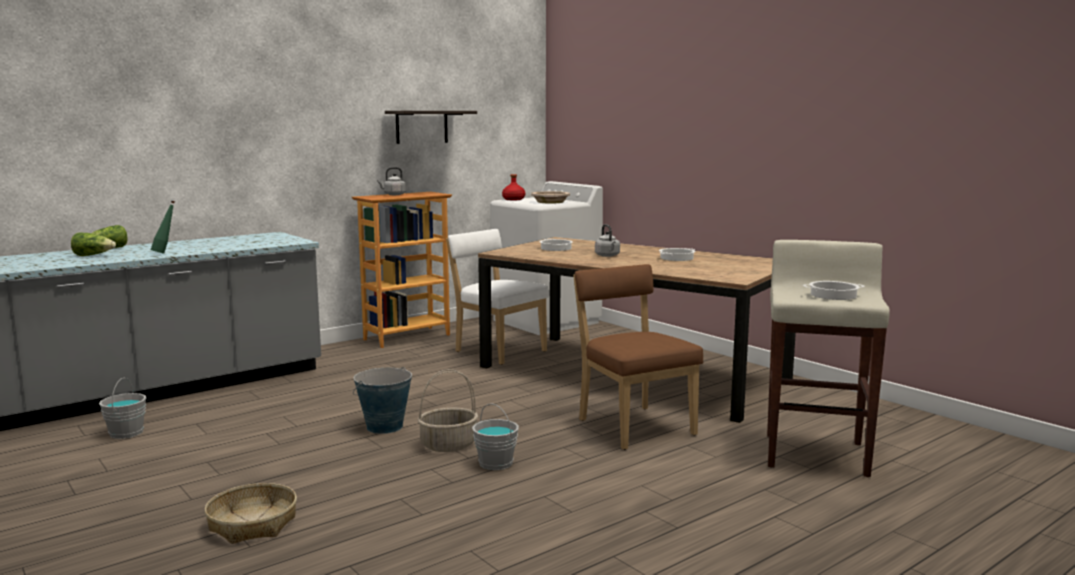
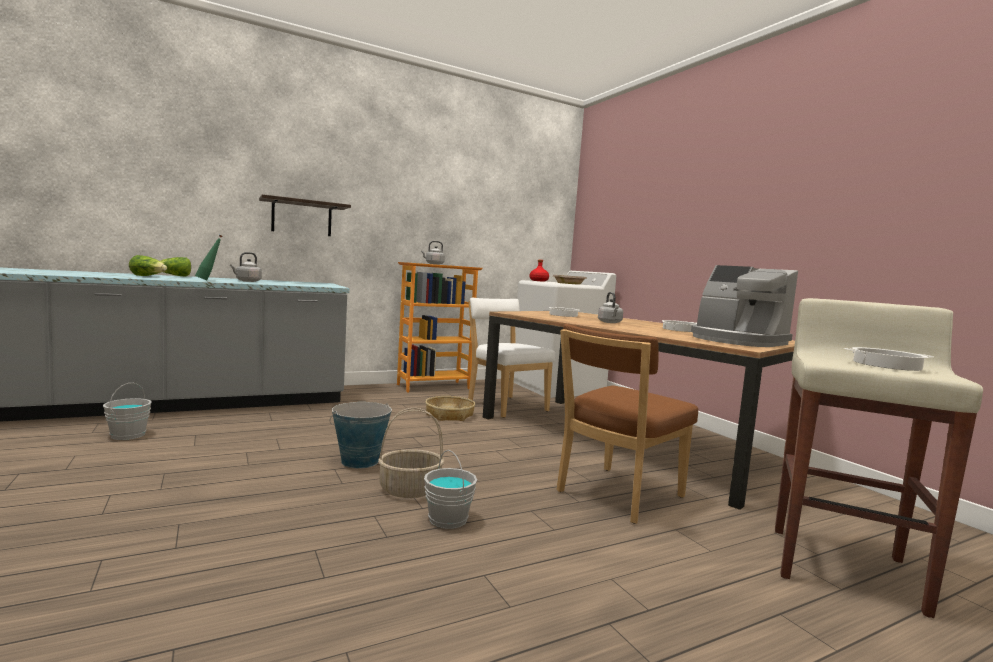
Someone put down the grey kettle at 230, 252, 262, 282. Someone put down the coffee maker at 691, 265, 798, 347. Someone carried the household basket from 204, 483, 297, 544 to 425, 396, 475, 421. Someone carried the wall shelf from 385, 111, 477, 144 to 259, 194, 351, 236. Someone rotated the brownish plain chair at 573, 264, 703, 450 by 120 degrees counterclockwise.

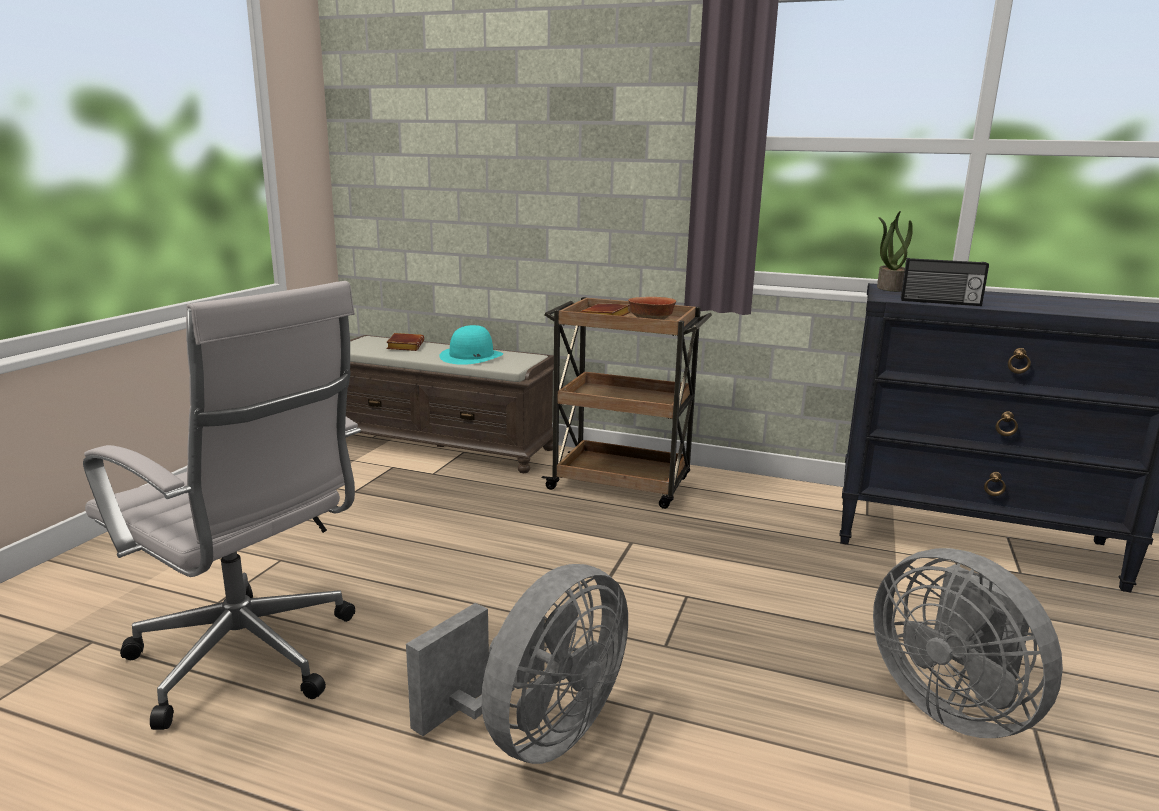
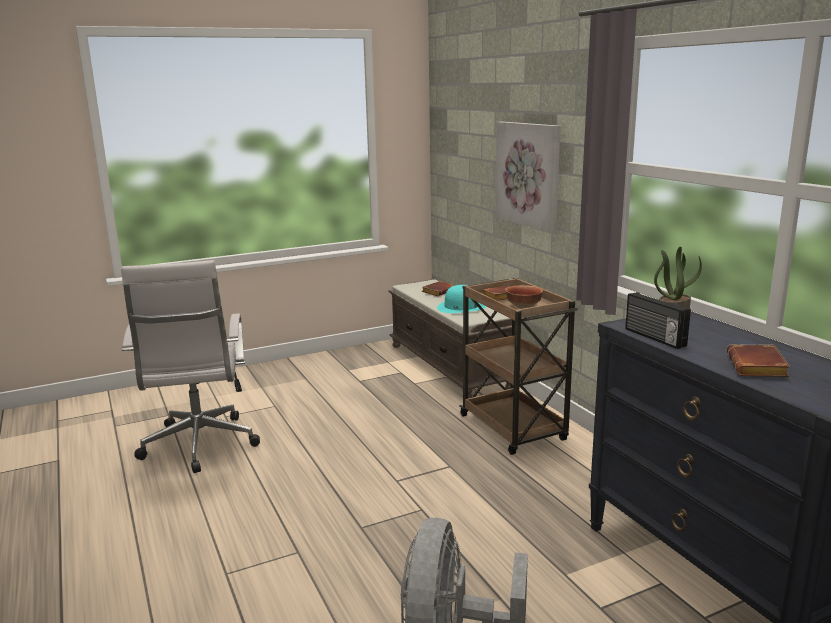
Someone took away the grey cooling fan at 406, 564, 628, 764. Someone put up the wall art at 495, 122, 561, 234. Someone put down the brownish bound book at 727, 345, 790, 377.

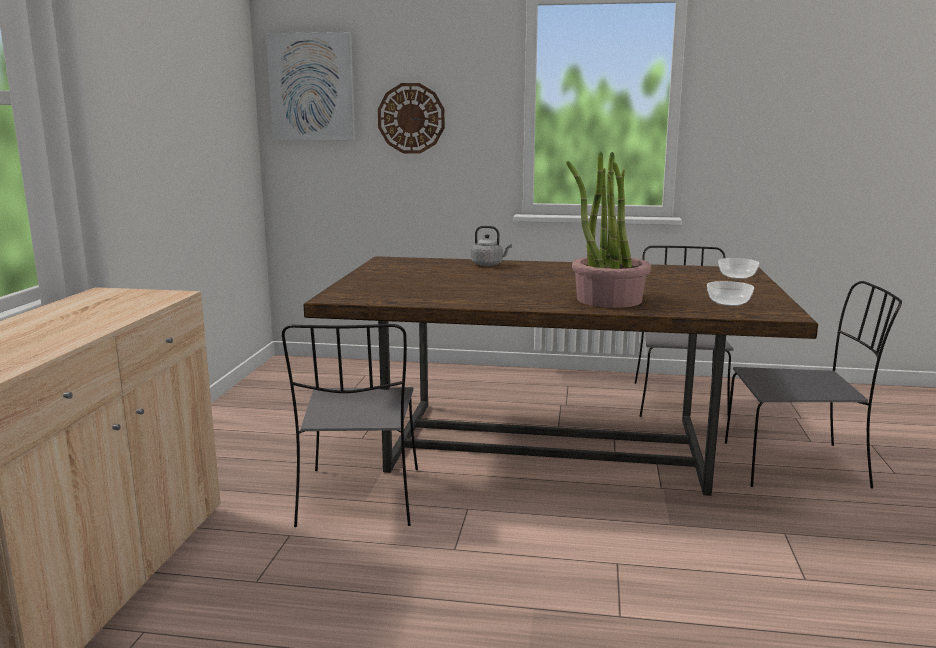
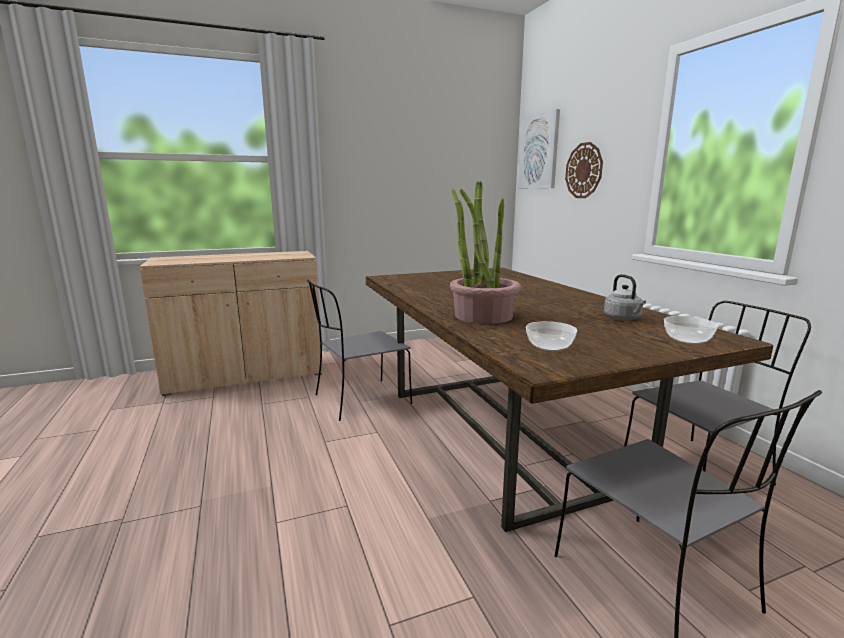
Someone carried the grey kettle from 471, 226, 512, 266 to 604, 274, 646, 321.

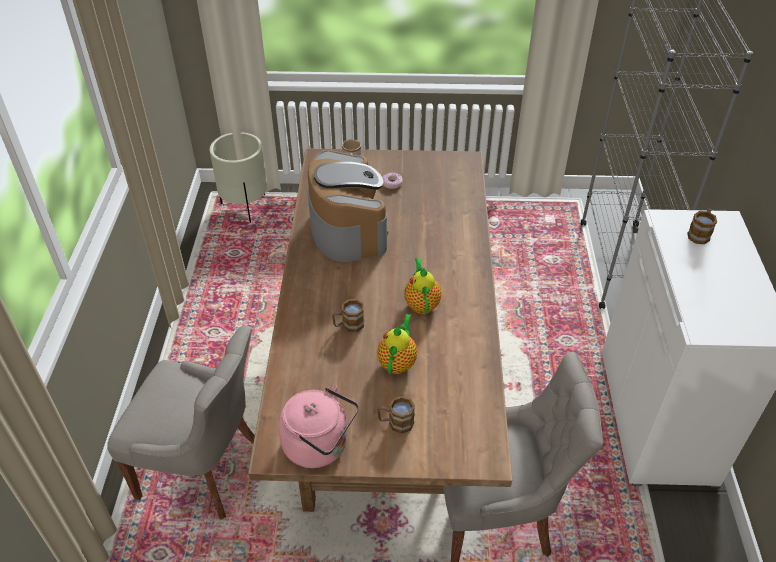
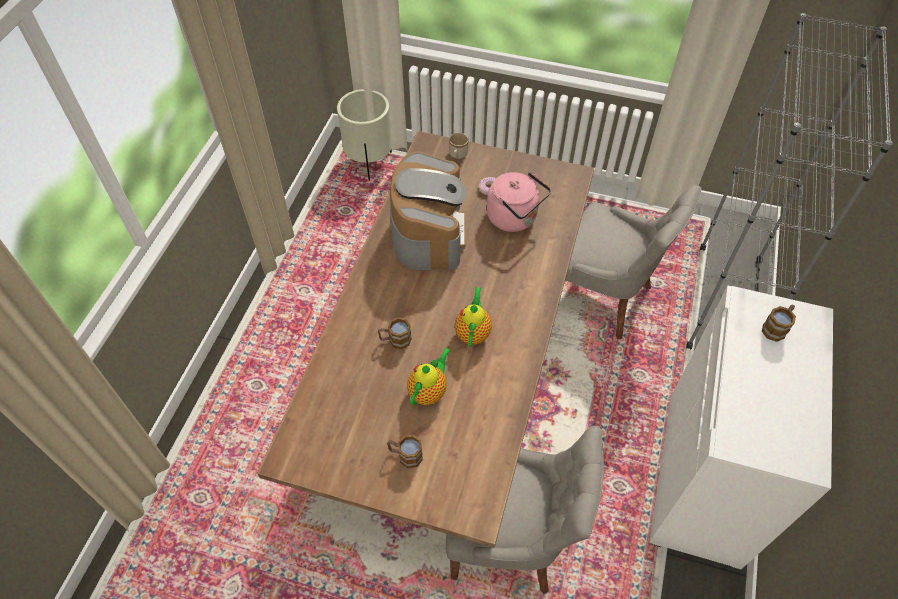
Someone carried the grey plain chair from 107, 325, 255, 520 to 565, 185, 702, 339. Someone carried the pinkish kettle from 278, 385, 359, 468 to 487, 172, 551, 232.

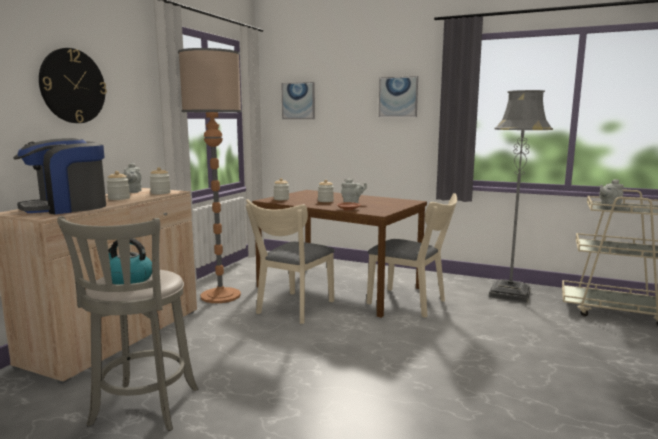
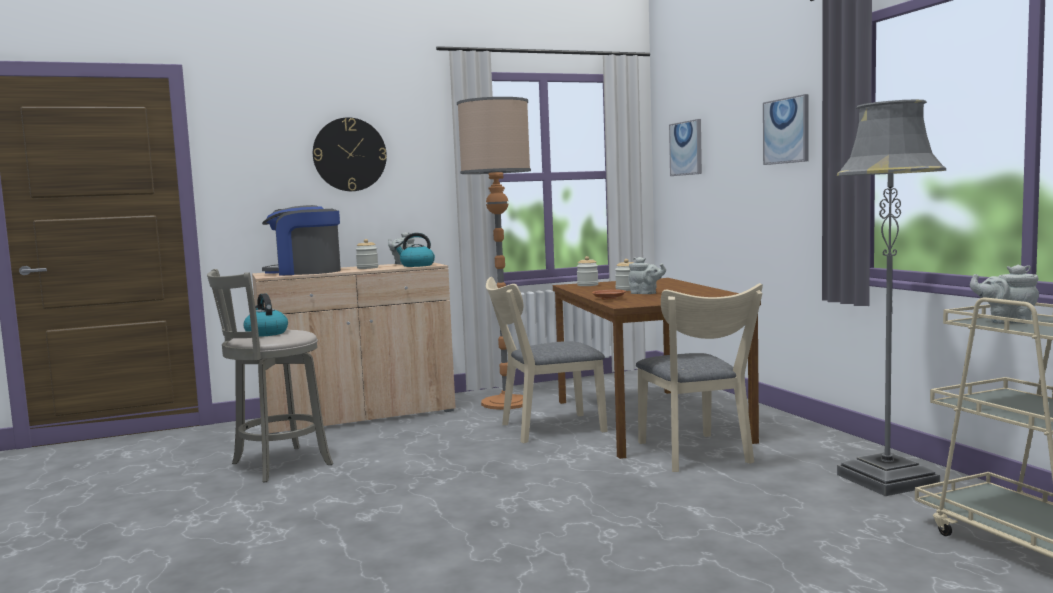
Someone swapped the jar at 149, 167, 171, 194 for the kettle at 394, 233, 435, 267.

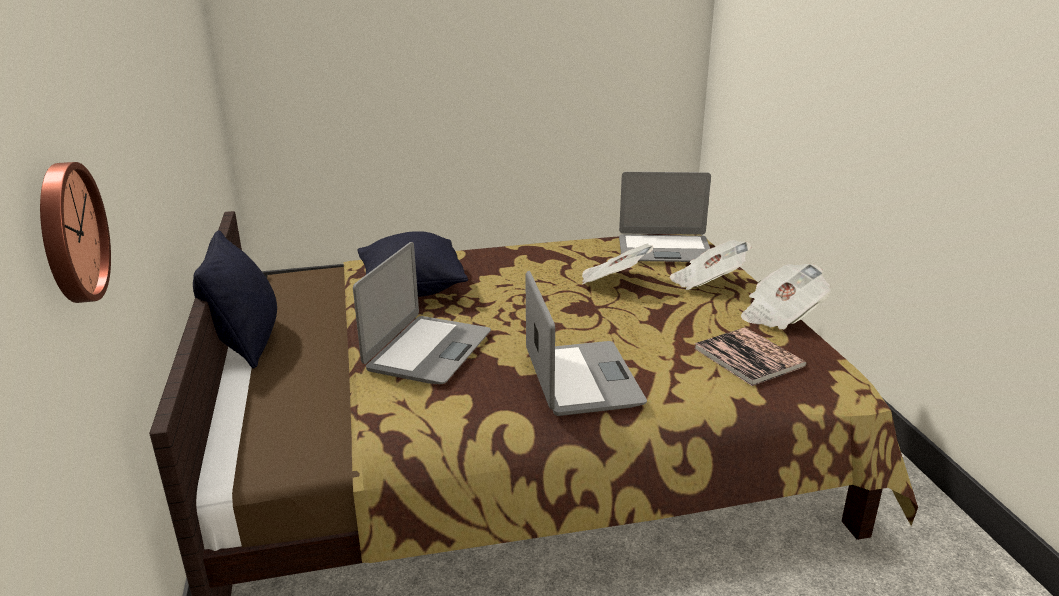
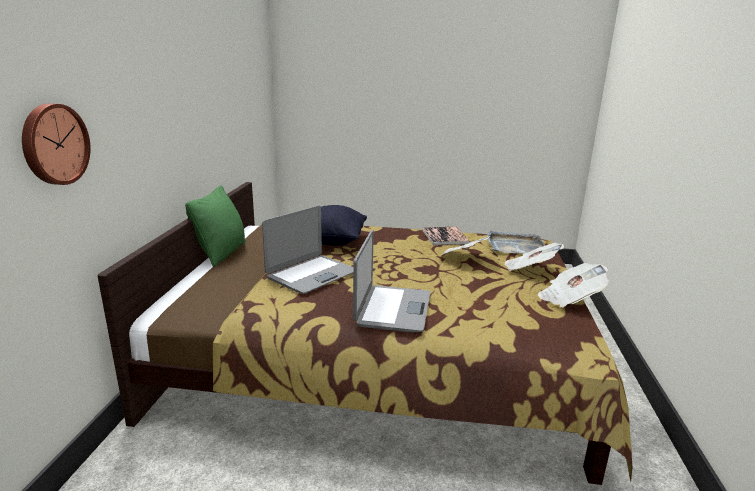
Someone carried the bound book from 694, 327, 807, 386 to 422, 227, 470, 245. Someone swapped the laptop at 619, 172, 711, 262 for the grey carrying tray at 487, 231, 545, 254. Someone repainted the black cushion at 193, 230, 277, 369, which became the greenish cushion at 185, 186, 246, 267.

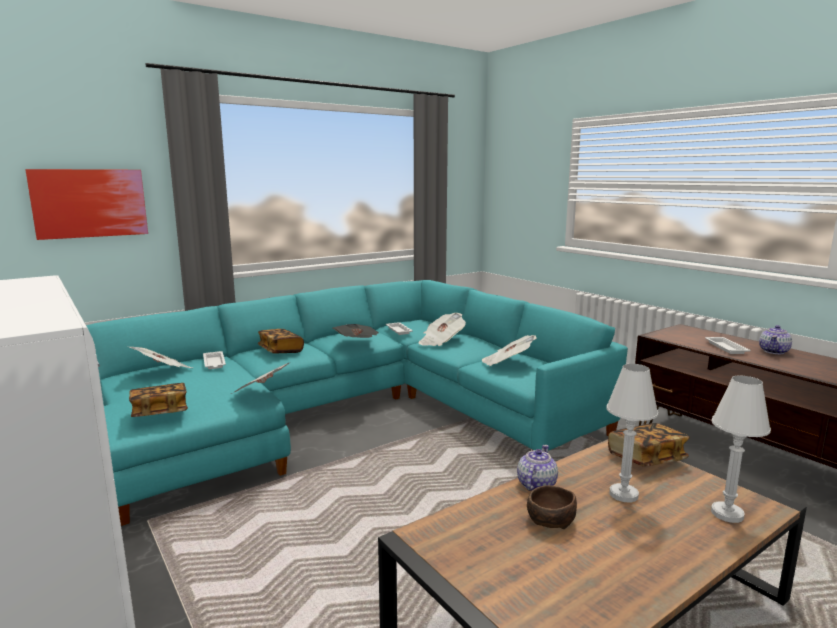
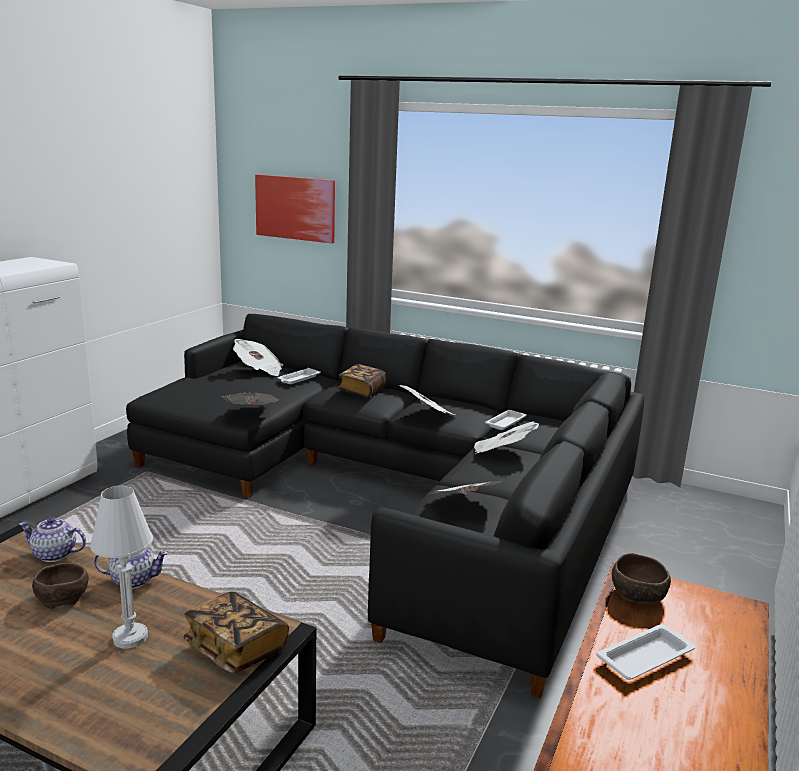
Someone took away the bound book at 129, 383, 188, 417. Someone took away the whitish lamp for a table at 711, 375, 771, 523. Someone put down the brownish bowl at 612, 553, 671, 605. Someone carried the teapot from 759, 325, 792, 354 to 19, 517, 86, 562. Someone repainted the turquoise-coloured sofa at 86, 280, 628, 526, which became the black sofa at 126, 314, 644, 699.

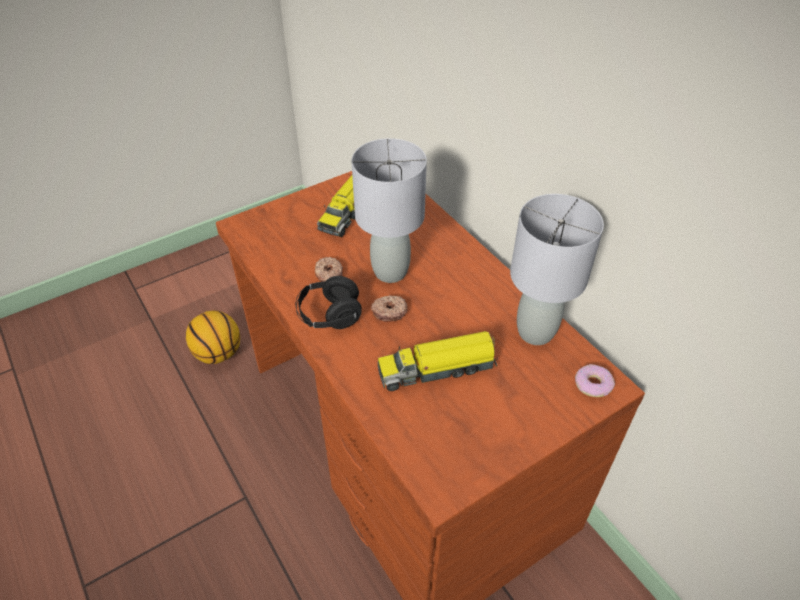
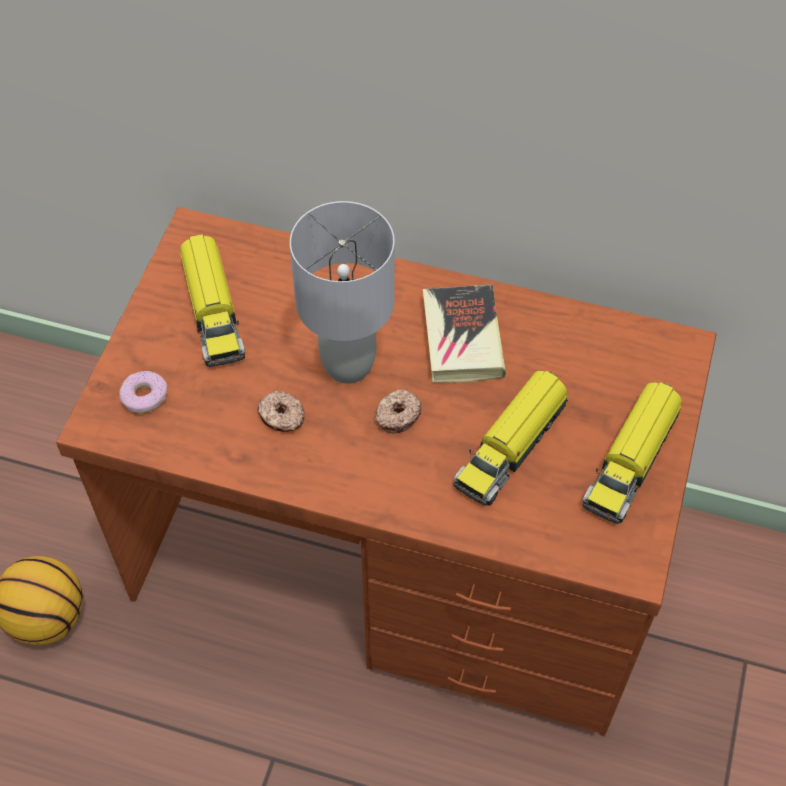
Someone took away the black headphones at 296, 276, 362, 329. Someone took away the grey lamp for a table at 510, 194, 604, 345. Someone put down the bound book at 423, 285, 506, 383. Someone put down the toy lorry at 582, 382, 682, 524. Someone carried the doughnut from 575, 364, 615, 397 to 119, 371, 167, 413.

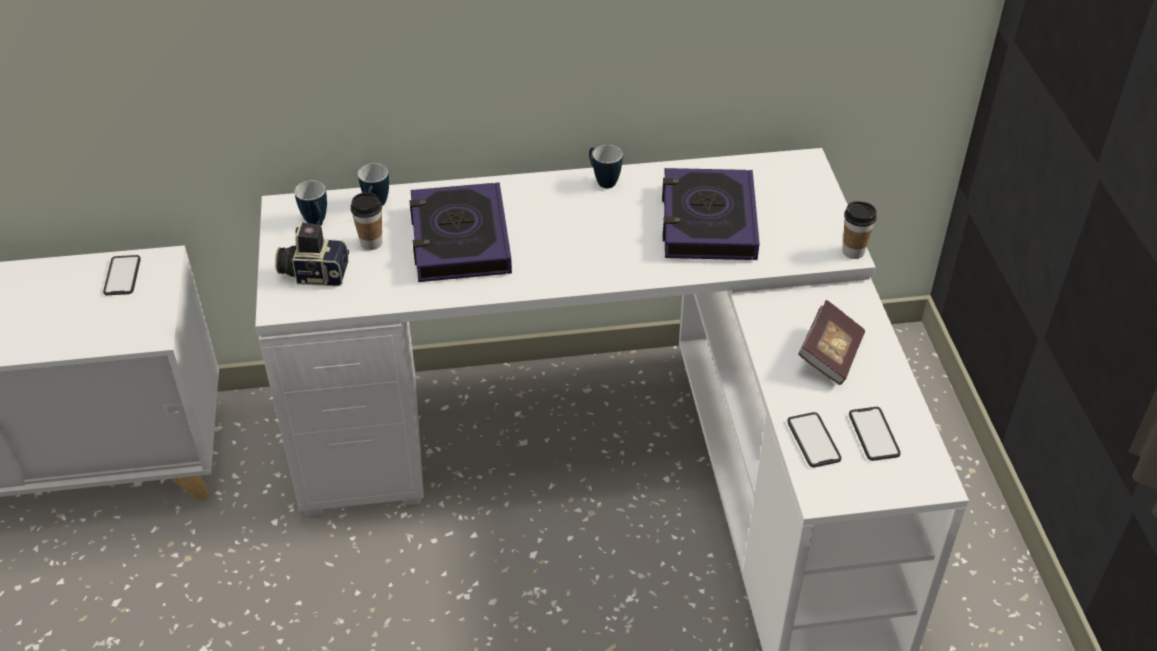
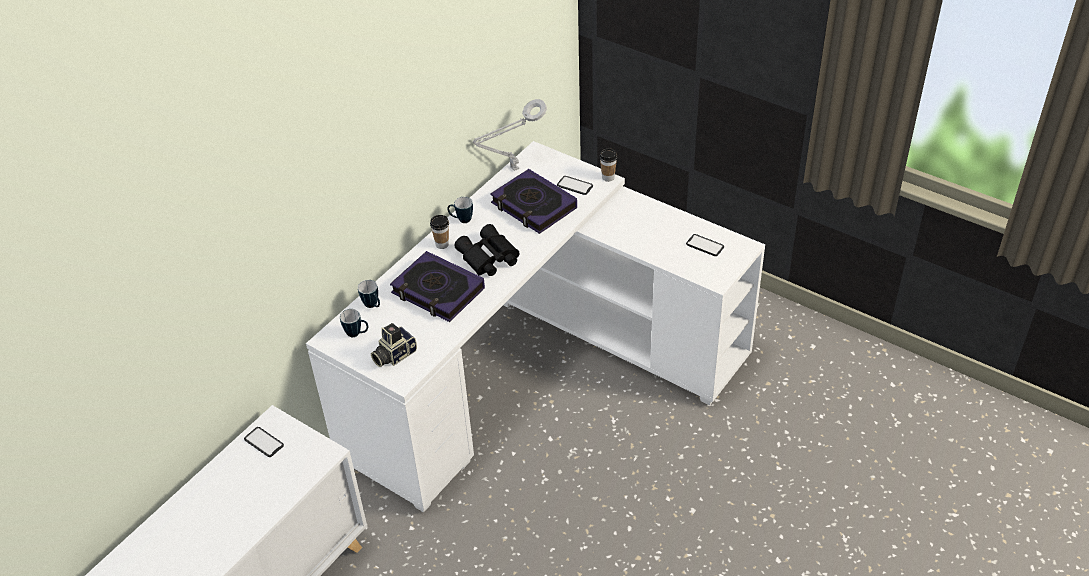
Someone took away the bound book at 798, 300, 865, 385. Someone put down the black field glasses at 454, 224, 519, 276. Someone put down the grey lamp for a table at 473, 99, 547, 171. Someone carried the drinking cup from 351, 192, 382, 250 to 430, 215, 449, 249. Someone carried the handset from 787, 412, 841, 467 to 557, 176, 593, 195.

